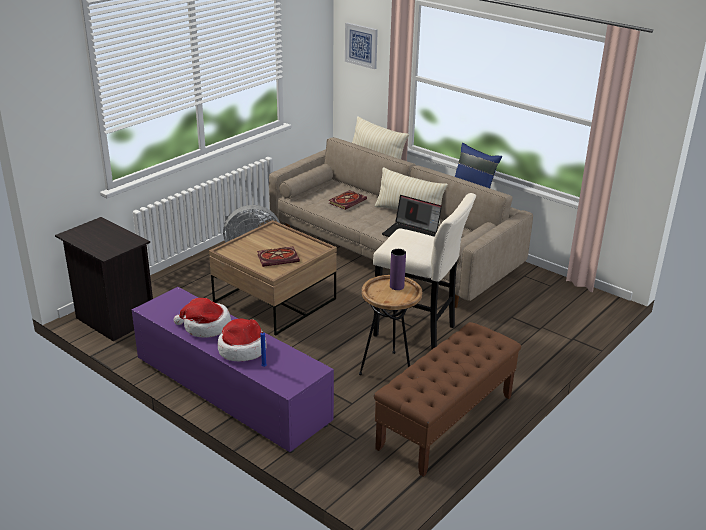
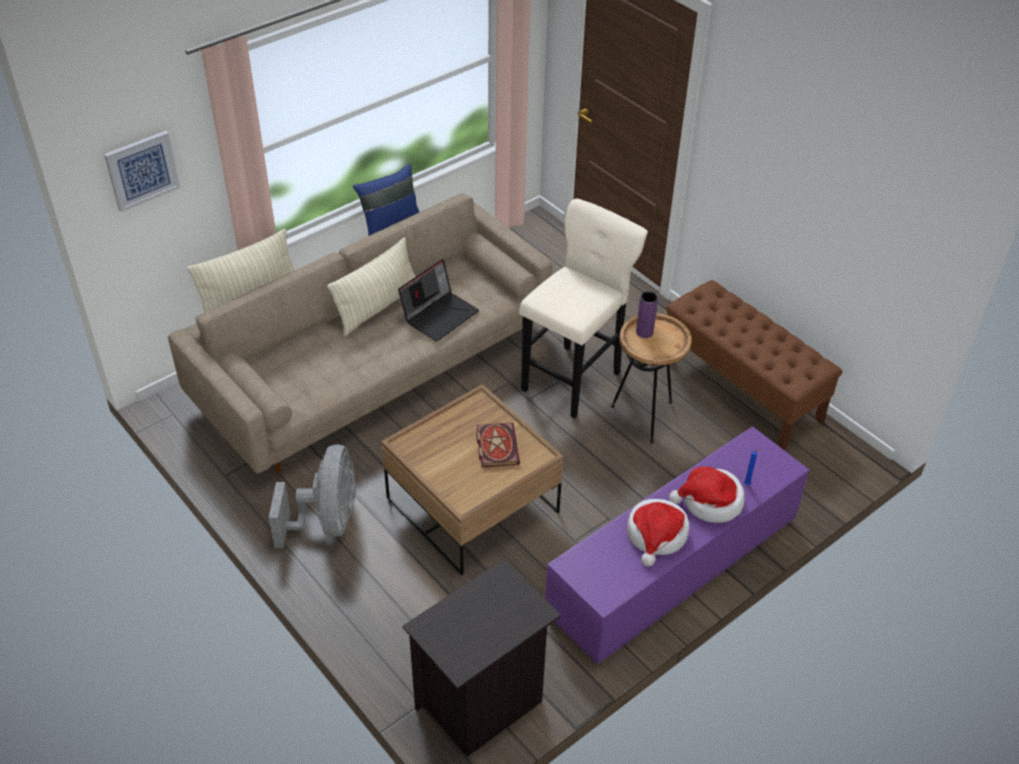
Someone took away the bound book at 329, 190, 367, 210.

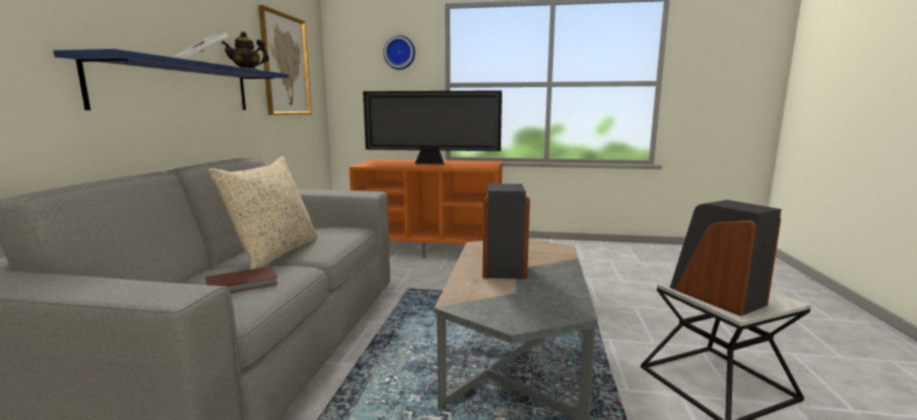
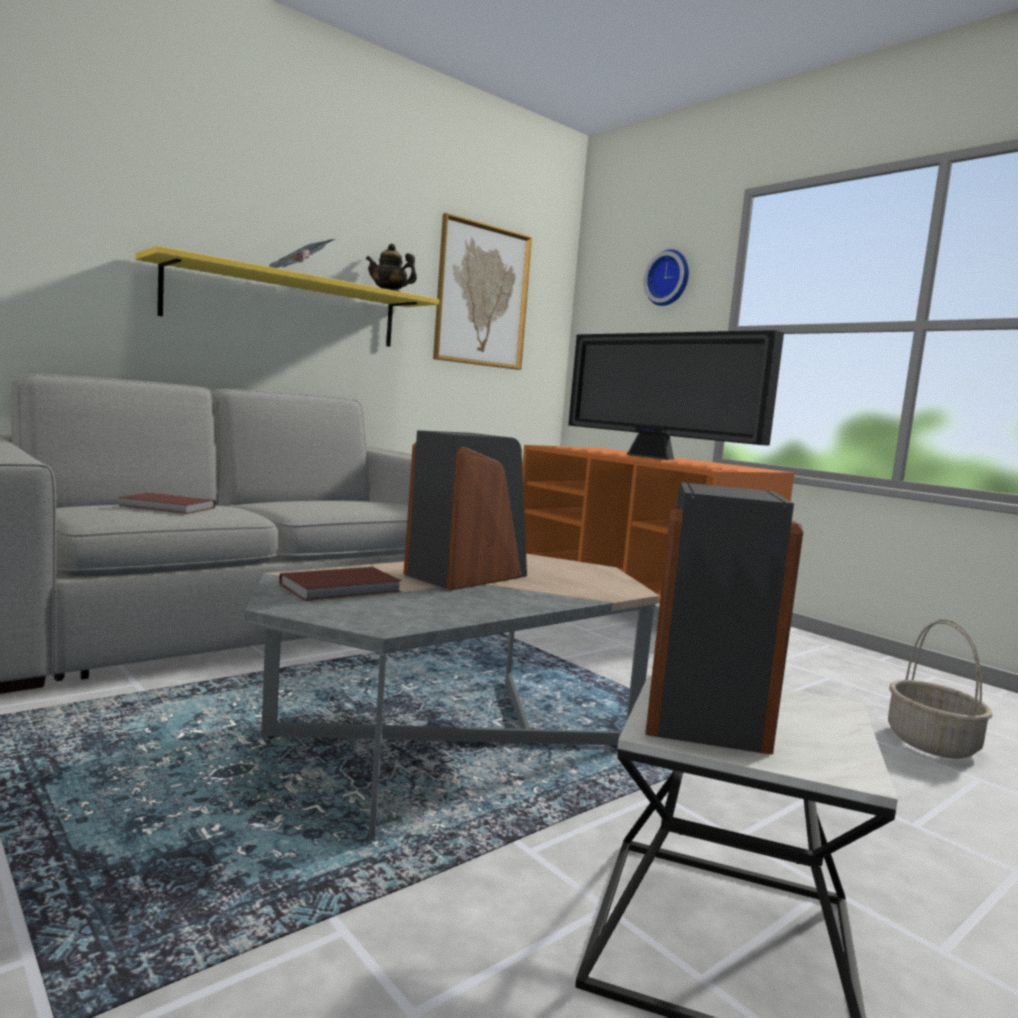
Someone took away the beige cushion at 208, 156, 318, 269. Someone put down the brownish bound book at 279, 567, 402, 601. Someone put down the household basket at 888, 619, 992, 759. Someone repainted the bluish wall shelf at 53, 49, 289, 110, which became the yellow-coloured wall shelf at 135, 246, 439, 347.

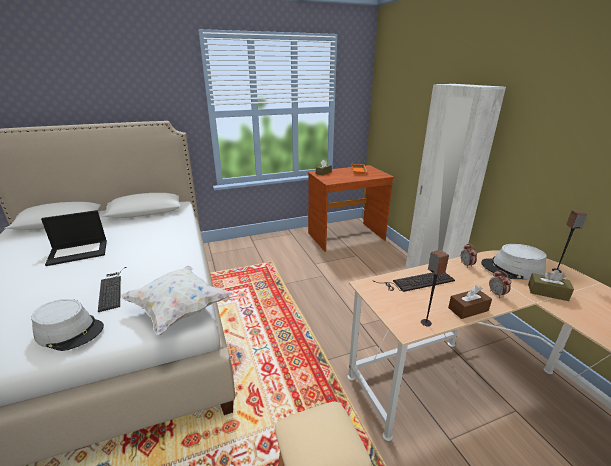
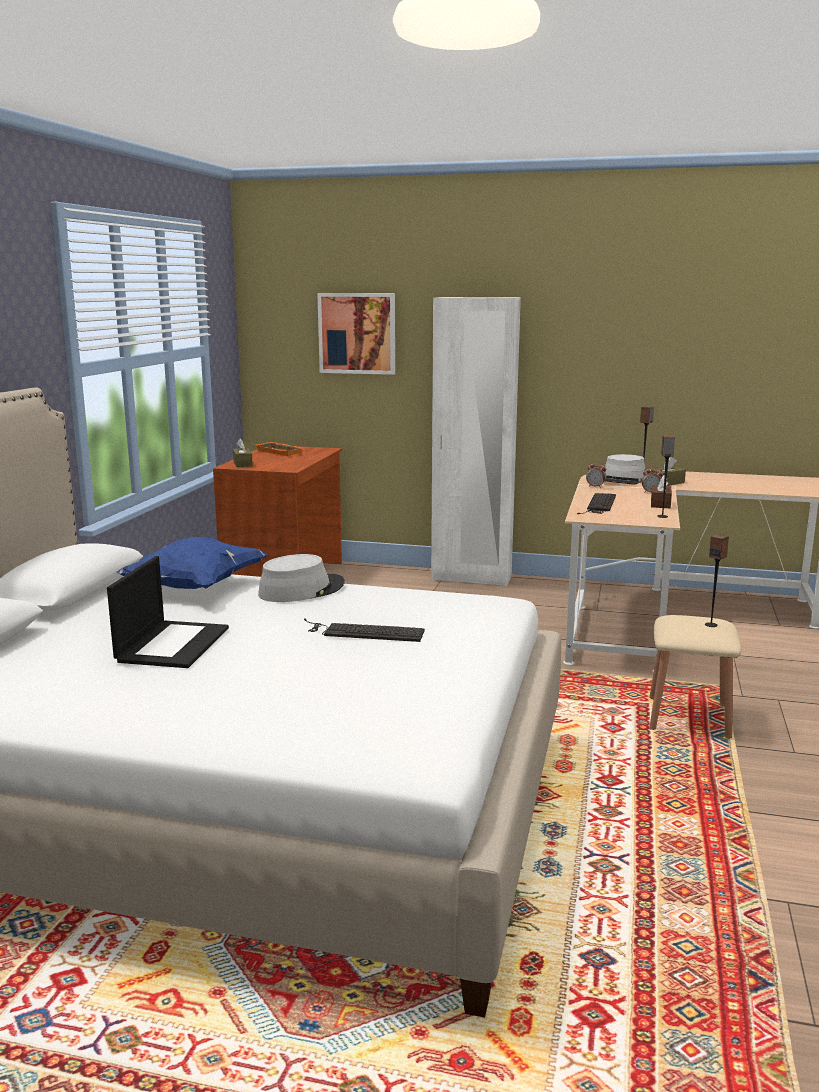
Someone took away the whitish cushion at 121, 266, 232, 335. Someone put down the bluish cushion at 116, 537, 267, 589. Someone put up the wall art at 317, 293, 395, 375. Someone put down the speaker at 705, 534, 729, 627. Someone carried the grey clothing hat from 31, 299, 104, 351 to 258, 554, 345, 602.

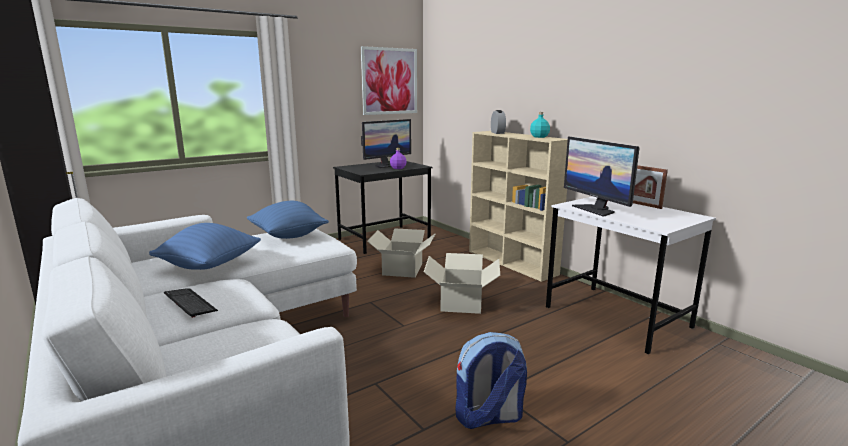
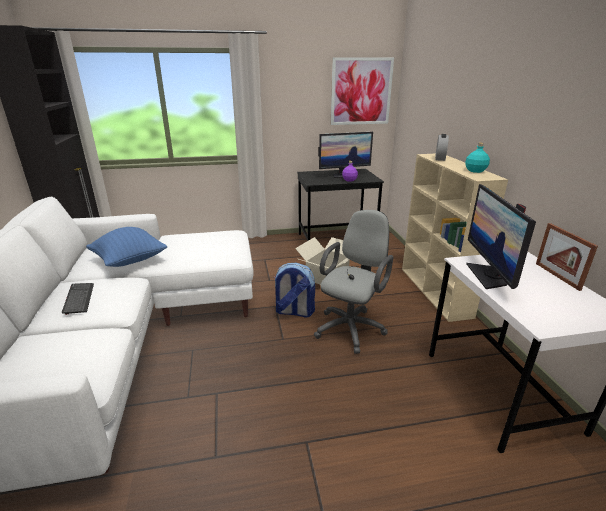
Someone took away the bluish cushion at 247, 201, 329, 239. Someone carried the rucksack from 455, 332, 527, 429 to 274, 263, 315, 318. Someone swapped the carton at 424, 253, 500, 314 for the grey office chair at 314, 210, 393, 354.

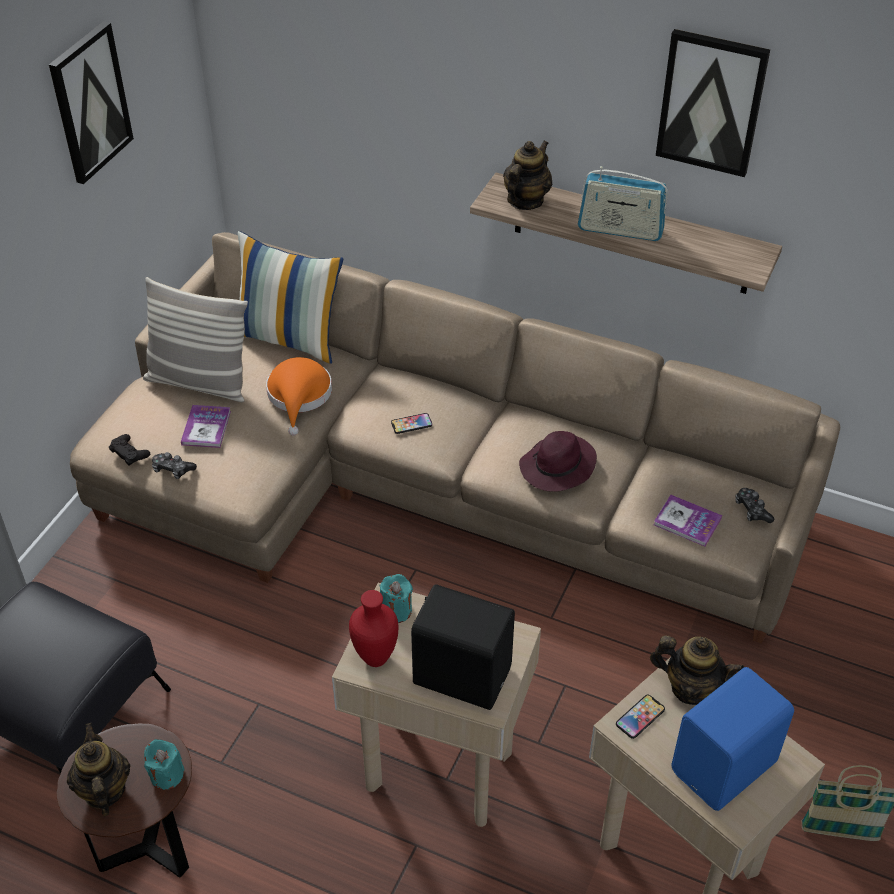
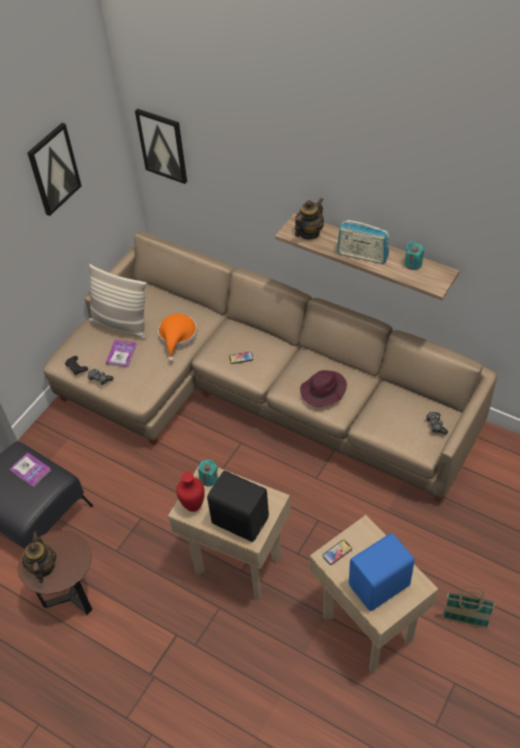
Someone took away the cushion at 238, 231, 343, 364. Someone took away the teapot at 650, 635, 744, 705. Someone carried the turquoise-coloured wax candle from 144, 739, 185, 790 to 405, 241, 424, 270. Someone carried the bound book from 654, 495, 722, 546 to 10, 452, 51, 487. Someone carried the wall art from 656, 29, 770, 177 to 135, 108, 187, 184.

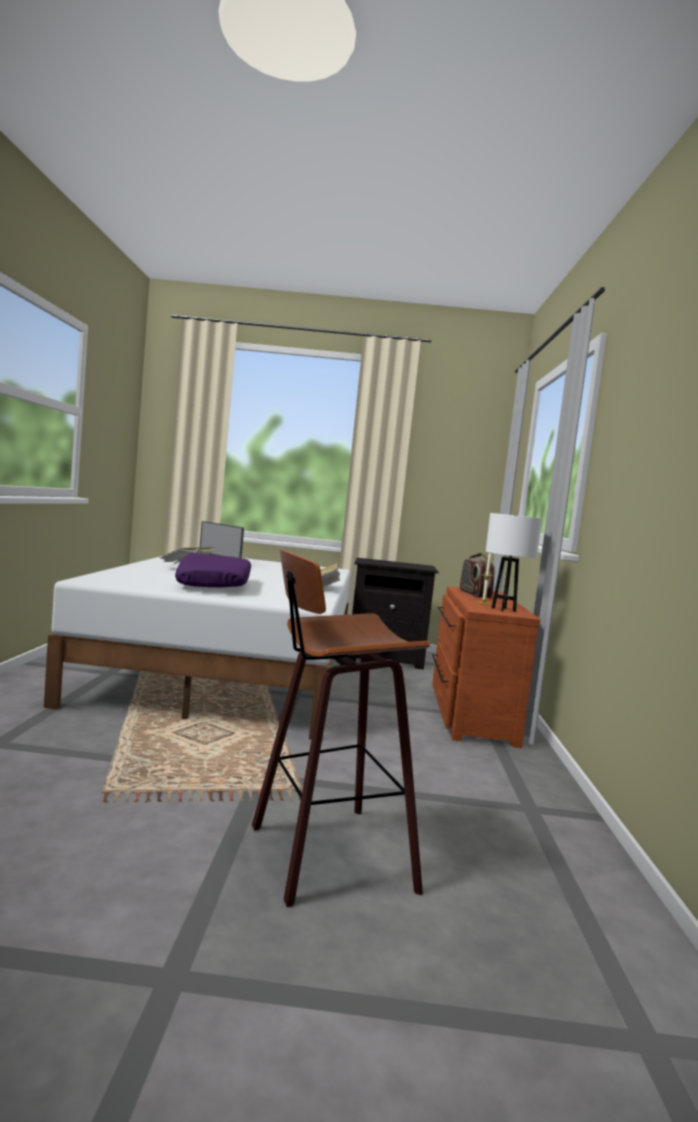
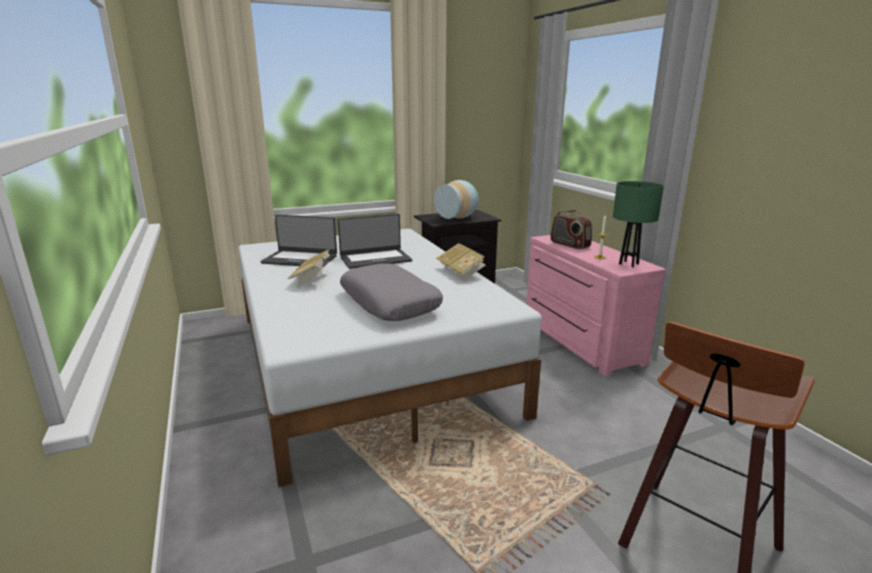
Someone put down the laptop at 338, 214, 412, 269. Someone put down the flower vase at 434, 180, 478, 219. Someone repainted the purple-coloured cushion at 175, 553, 251, 587, which became the grey cushion at 340, 264, 443, 321. Someone repainted the brownish dresser at 432, 586, 540, 748, which became the pinkish dresser at 527, 235, 666, 376. Someone repainted the whitish lamp for a table at 486, 513, 542, 612, which became the greenish lamp for a table at 613, 181, 664, 267.

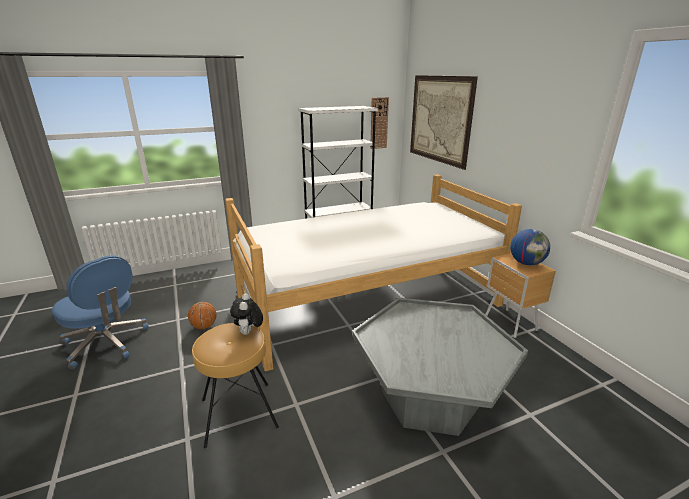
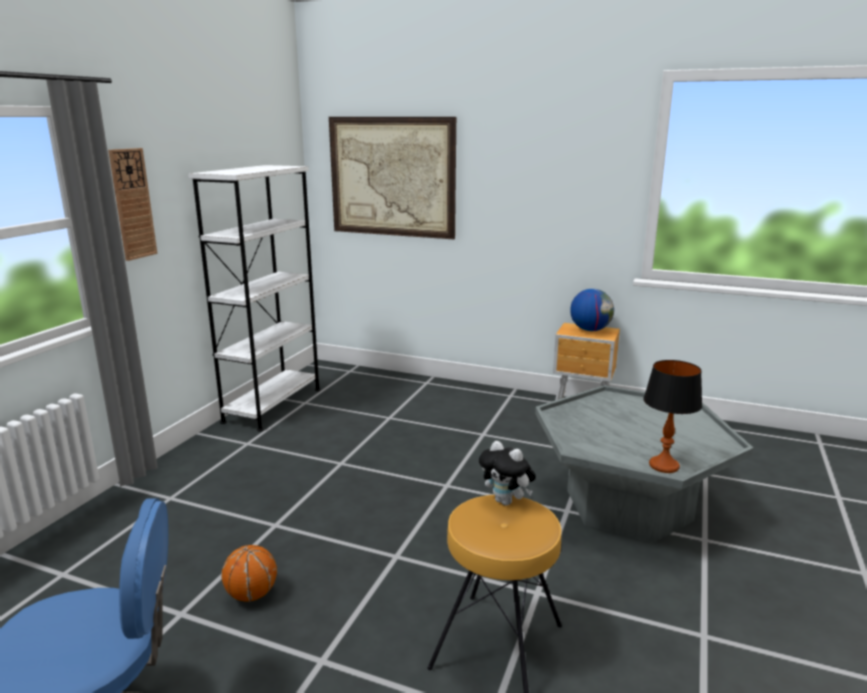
Someone took away the sleeping bed at 225, 174, 522, 372. Someone put down the lamp for a table at 643, 360, 702, 473. Someone carried the clock on the wall from 370, 97, 389, 149 to 108, 148, 158, 261.

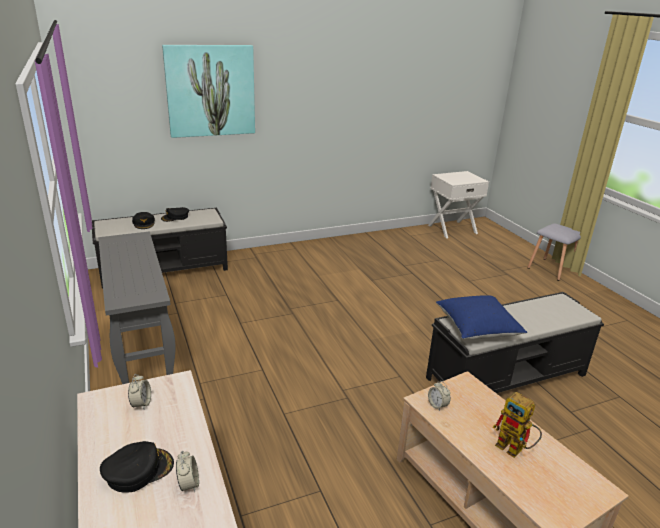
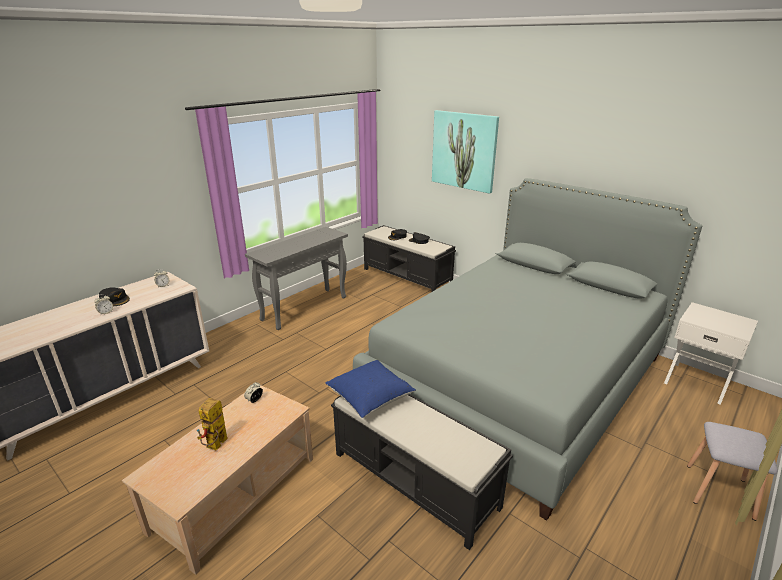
Someone put down the grey sleeping bed at 353, 178, 702, 521.

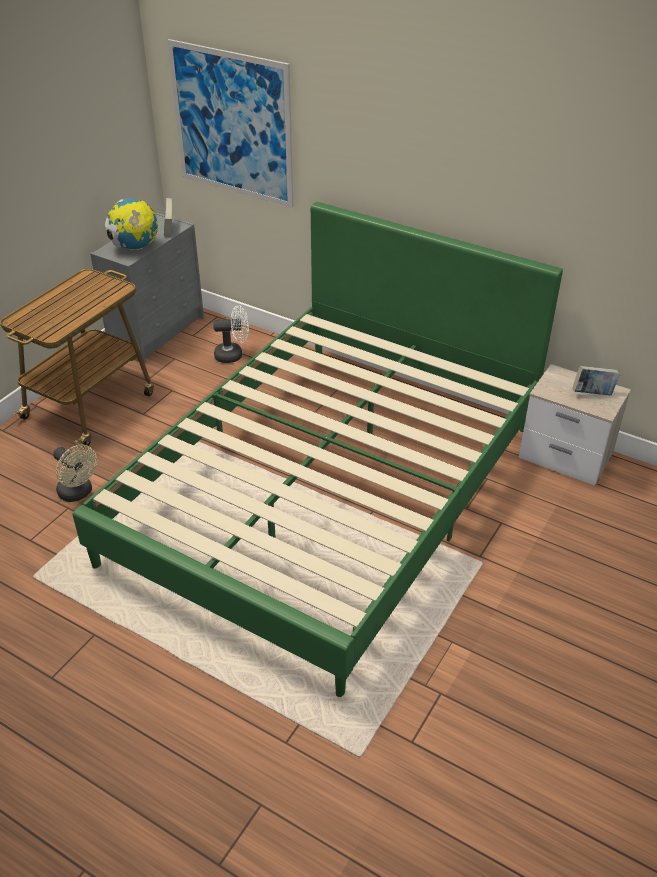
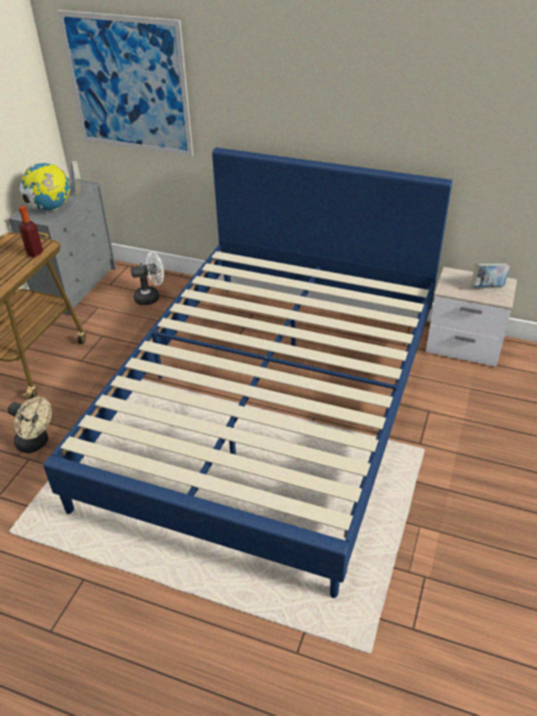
Someone put down the bottle at 19, 206, 43, 257. Someone repainted the greenish sleeping bed at 72, 202, 563, 697, which became the bluish sleeping bed at 43, 147, 452, 598.

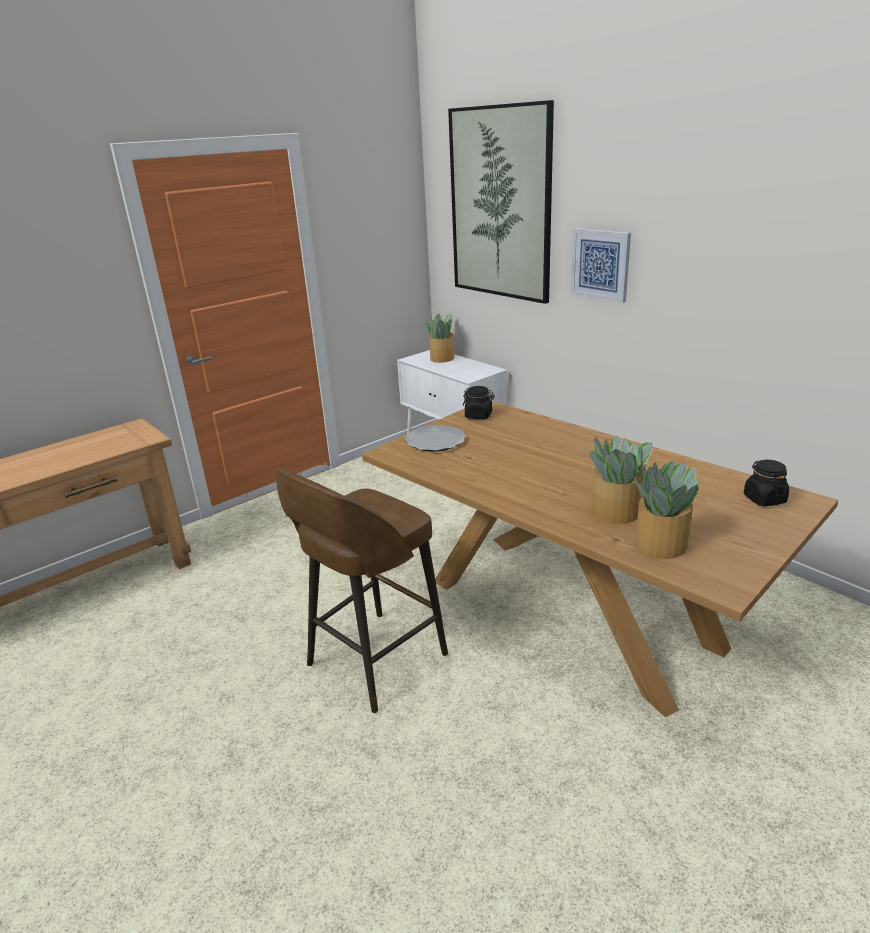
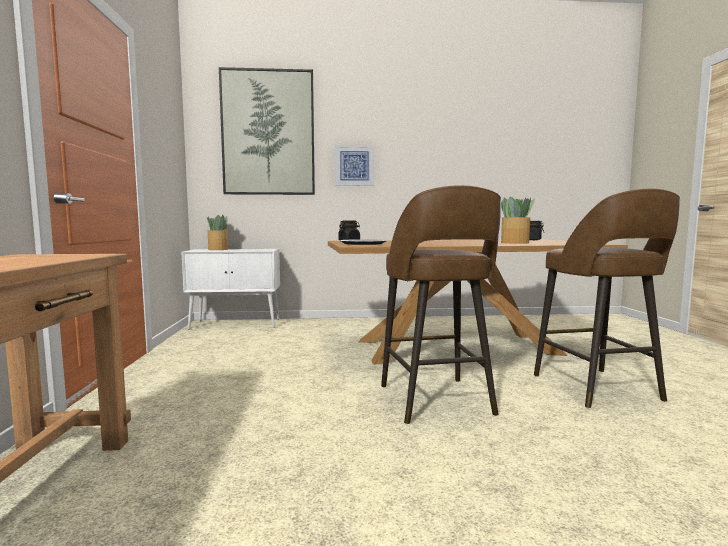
Someone took away the houseplant at 633, 461, 699, 559. Someone put down the brownish sitting stool at 534, 189, 680, 408.

